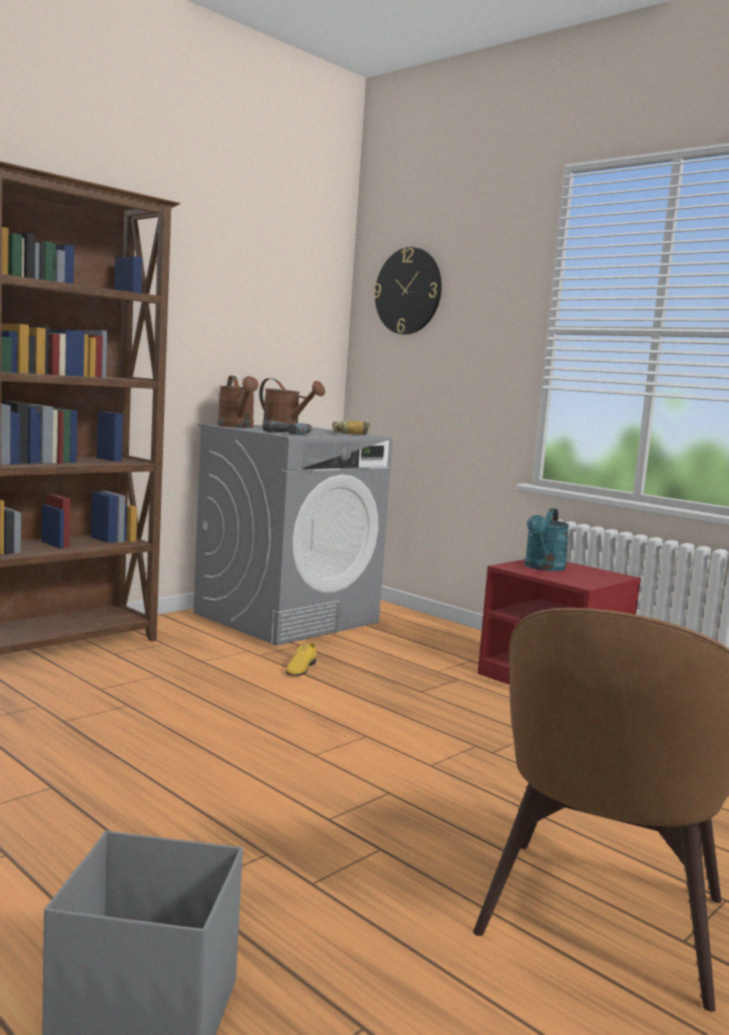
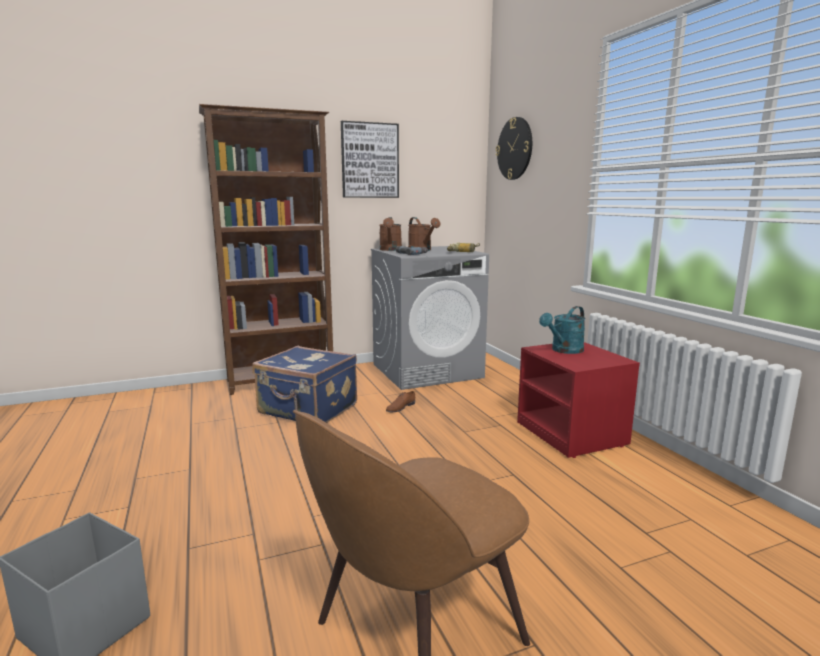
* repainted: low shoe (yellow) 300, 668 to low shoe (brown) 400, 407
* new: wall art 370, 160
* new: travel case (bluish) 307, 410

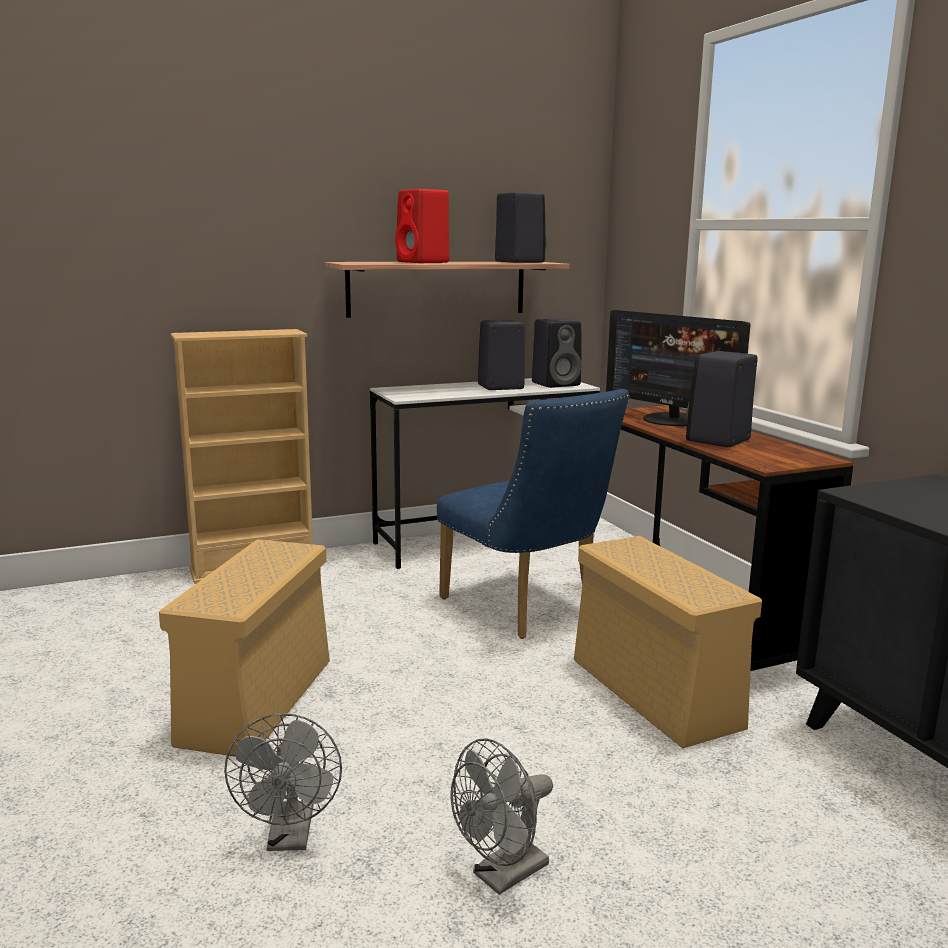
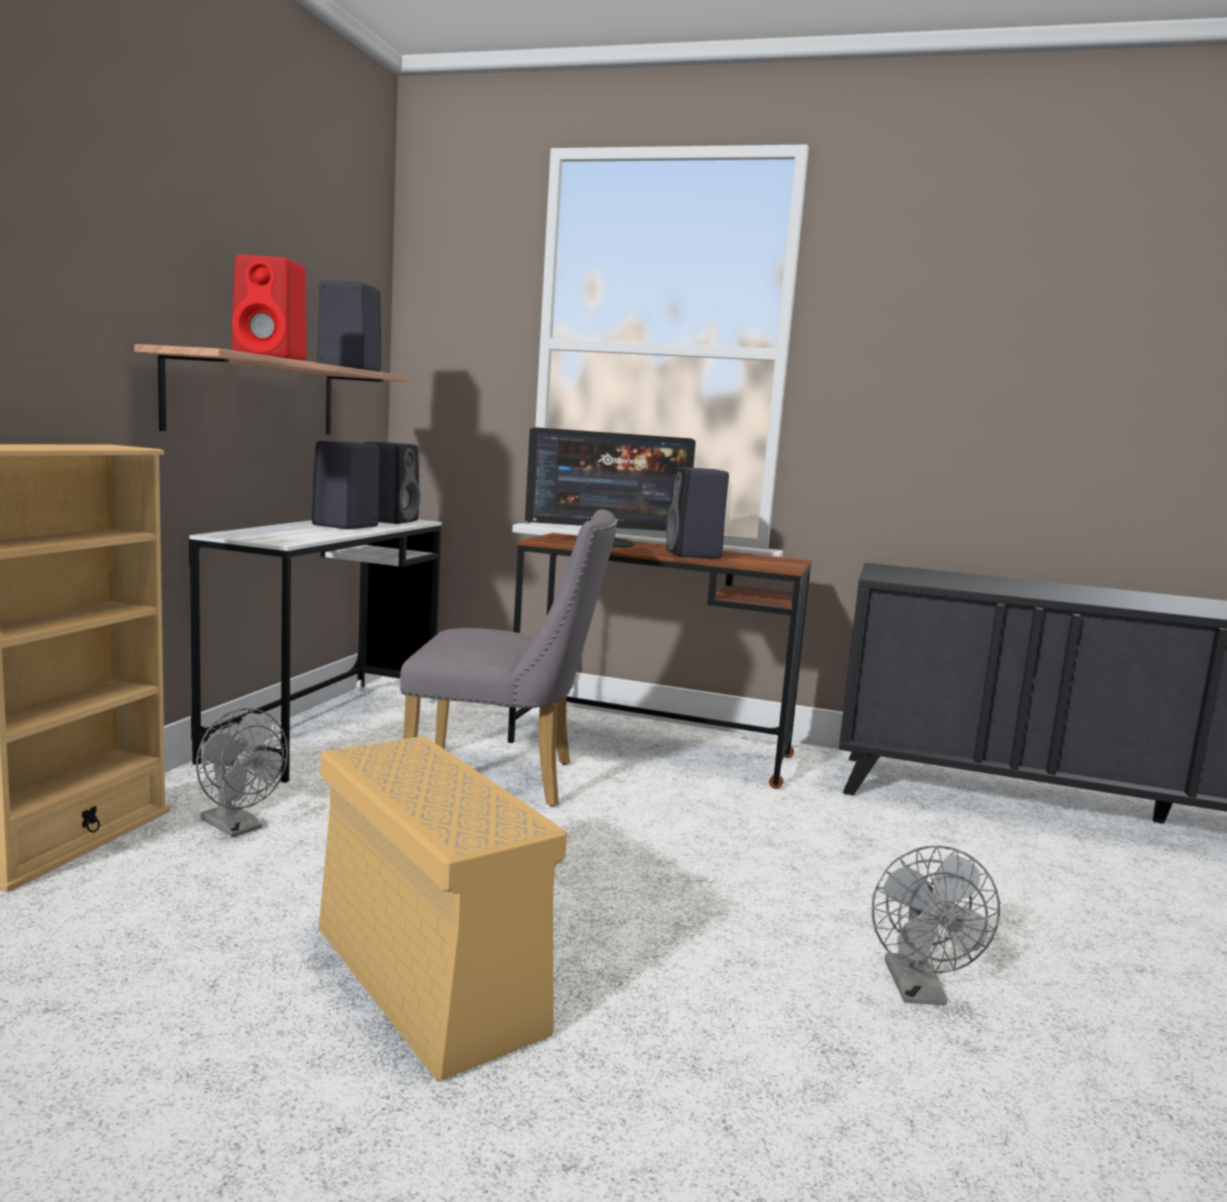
* repainted: plain chair (bluish) 527, 610 to plain chair (gray) 505, 780
* gone: storage box (sand-coloured) 656, 694
* shifted: cooling fan (gray) 290, 838 to 238, 827

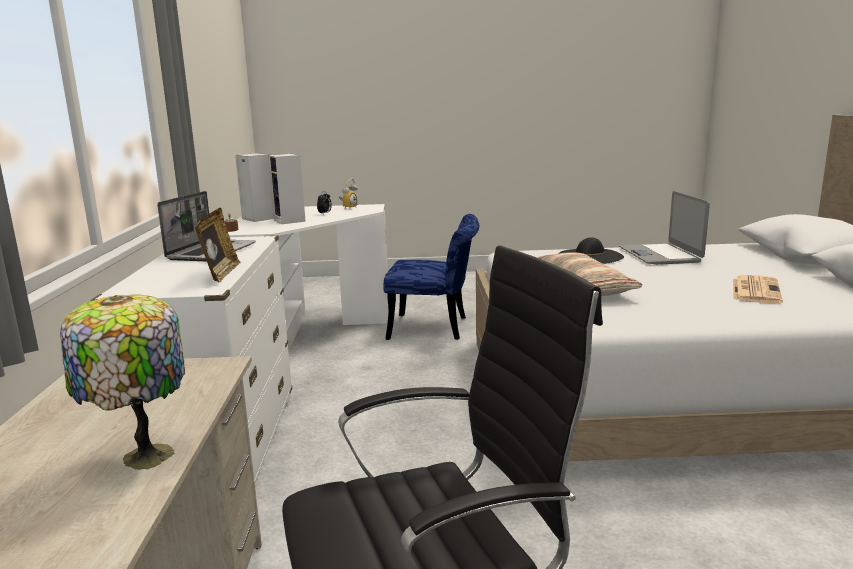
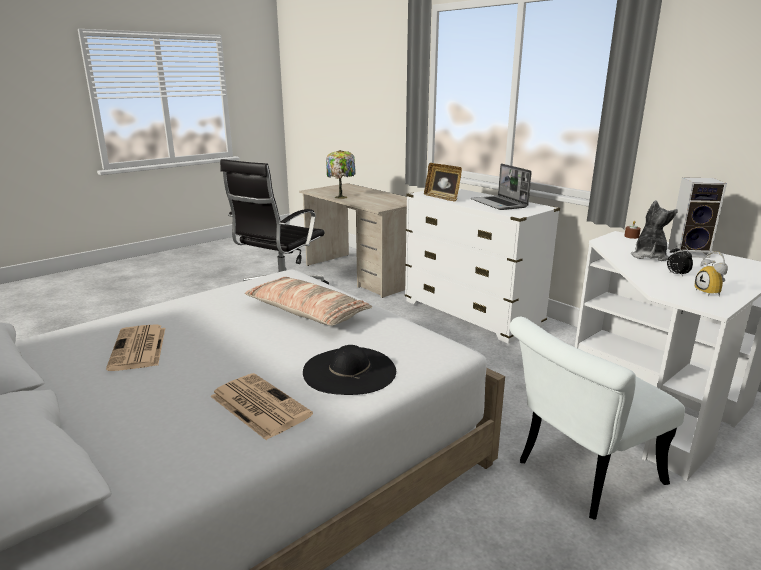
* swapped: audio speaker 290, 221 to soft toy 649, 256
* swapped: laptop 660, 255 to daily paper 258, 405
* repainted: plain chair (bluish) 436, 328 to plain chair (whitish) 579, 474

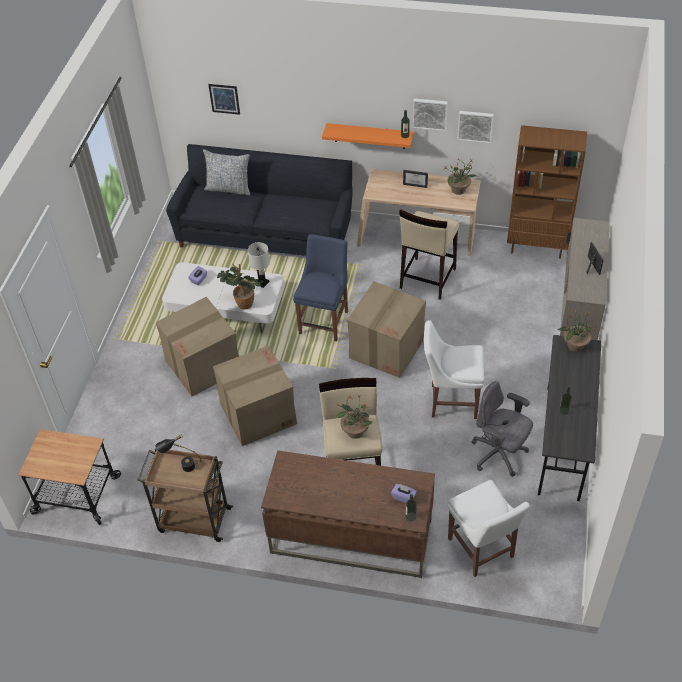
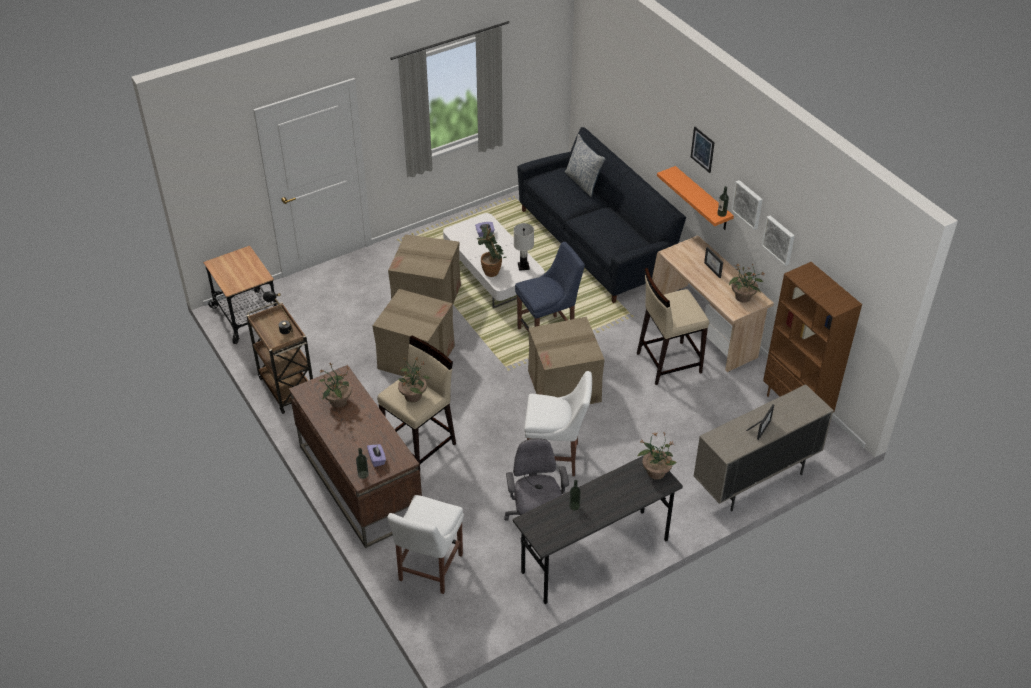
* shifted: wall art 224, 99 to 702, 149
* rotated: plain chair (whitish) 450, 401 = 556, 458 135 degrees clockwise
* new: houseplant 338, 401

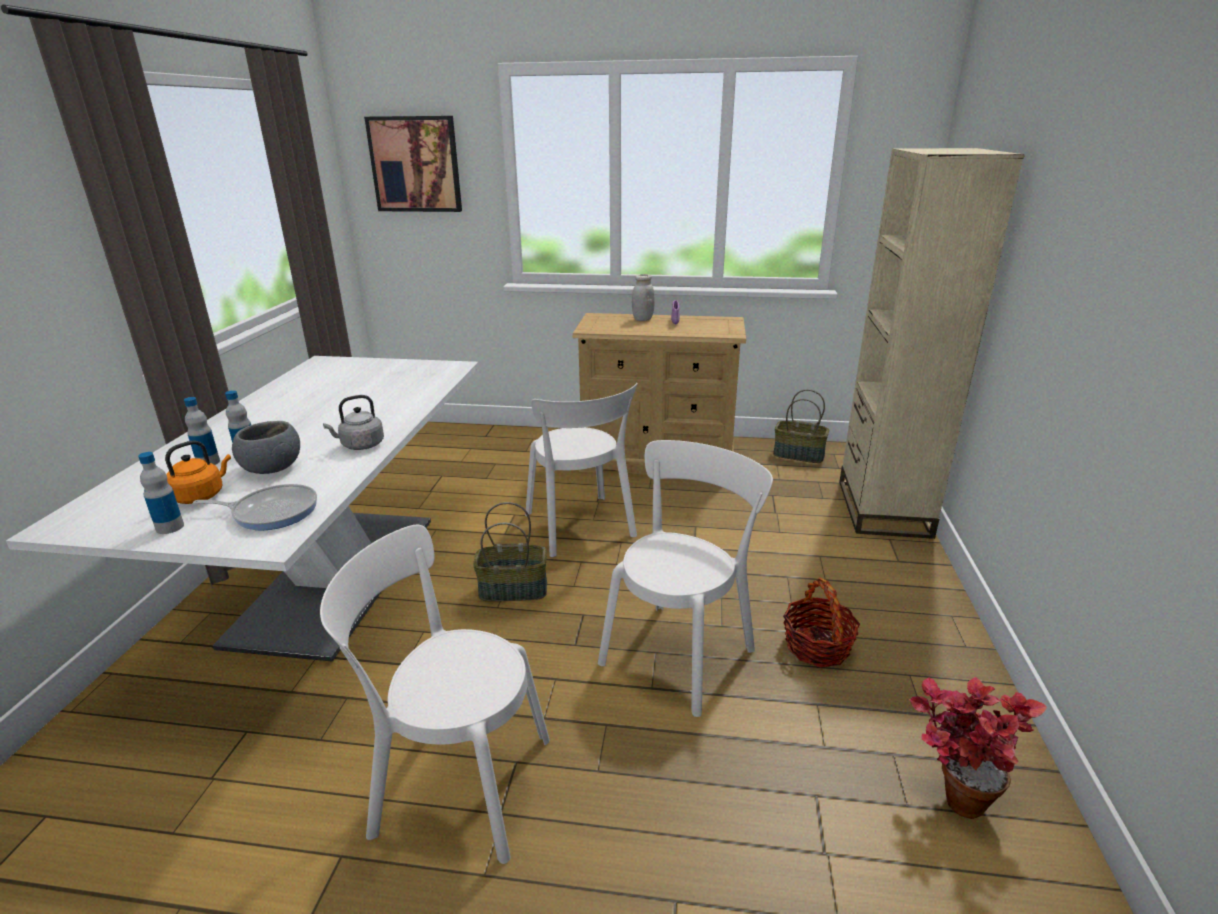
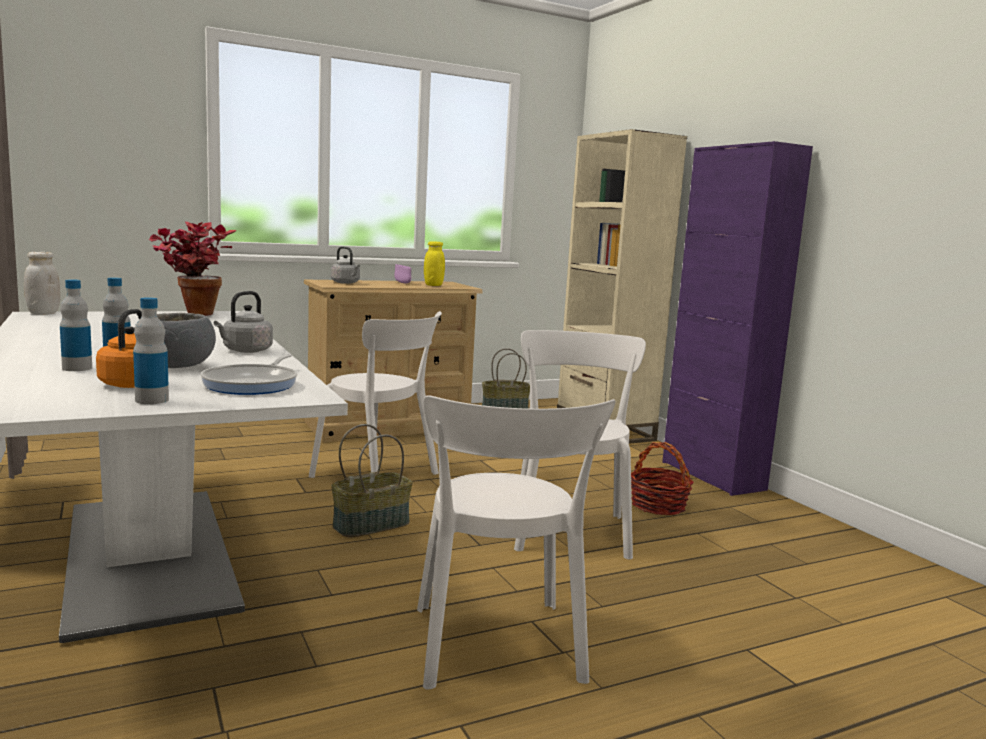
* gone: wall art 415, 164
* shifted: preserve jar (whitish) 642, 319 to 43, 313
* rotated: frying pan 271, 512 = 253, 384 135 degrees clockwise
* rotated: plain chair (whitish) 455, 782 = 497, 648 75 degrees counterclockwise
* shifted: houseplant 950, 793 to 192, 313
* new: storage cabinet (purple-coloured) 712, 476
* new: preserve jar (yellow) 433, 285
* new: kettle (gray) 346, 283

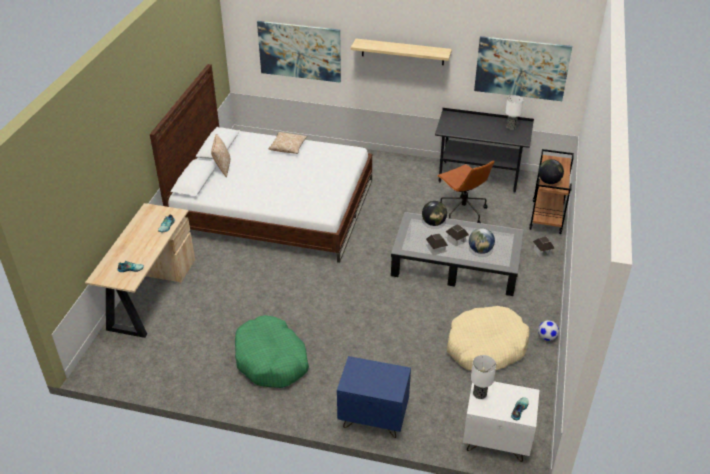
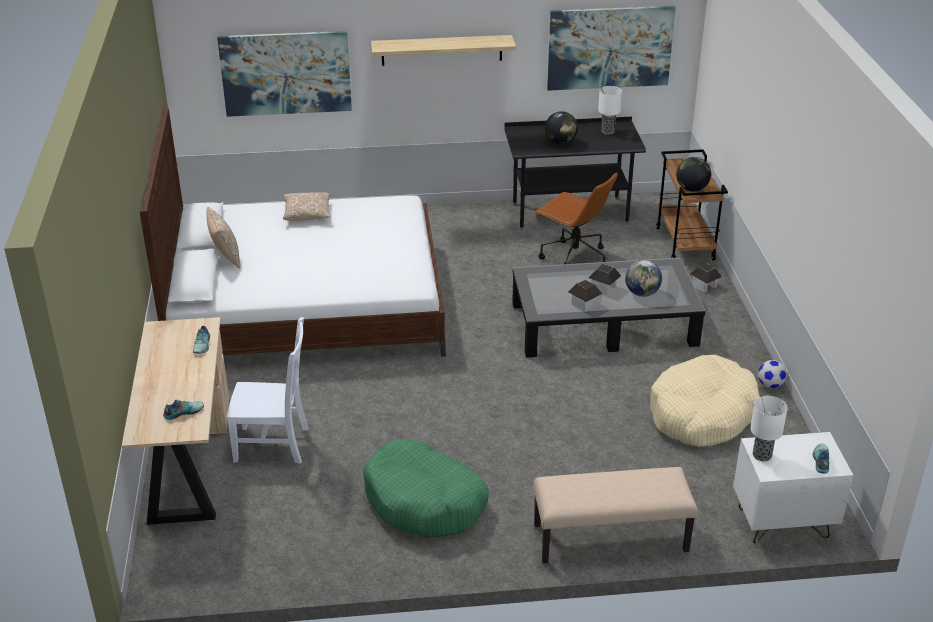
* shifted: globe 433, 223 to 560, 142
* swapped: bedside table (bluish) 373, 419 to long seat (sand-coloured) 610, 539
* new: plain chair (whitish) 274, 445

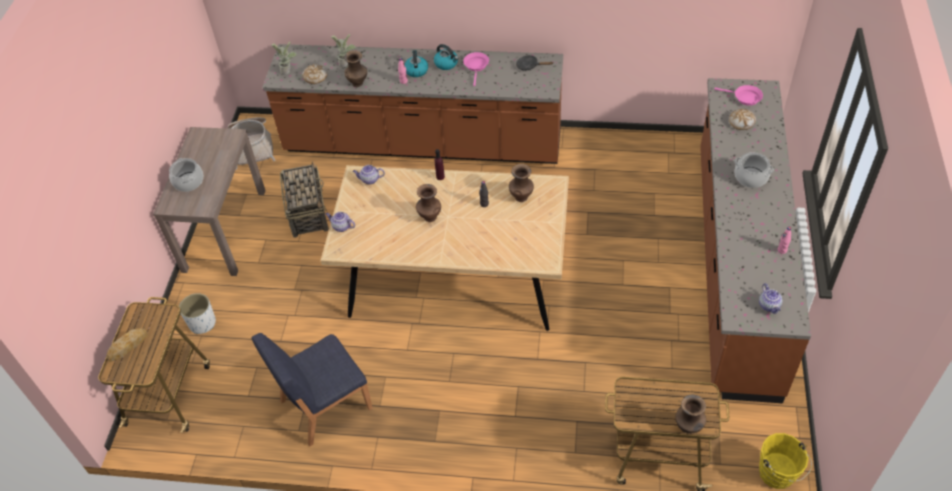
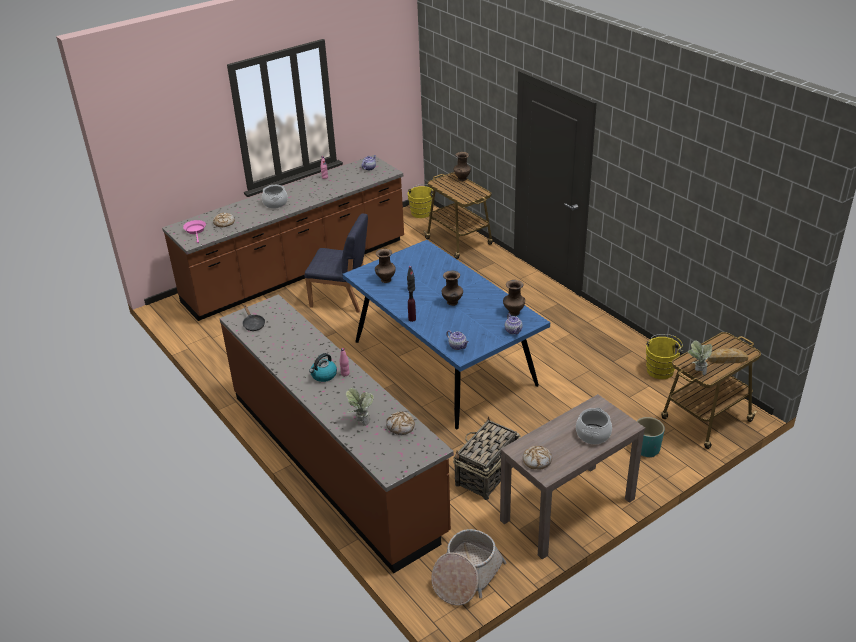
* shifted: houseplant 288, 71 to 697, 371
* gone: kettle 446, 64
* shifted: decorative vase (brown) 358, 83 to 513, 312
* gone: frying pan (pink-coloured) 476, 66
* repainted: dining table (sand-coloured) 453, 277 to dining table (bluish) 444, 363
* repainted: flower pot (whitish) 202, 323 to flower pot (turquoise-coloured) 646, 449
* shifted: plain chair (bluish) 324, 404 to 341, 297
* new: water bucket (yellow) 661, 369
* new: baked bread 537, 460

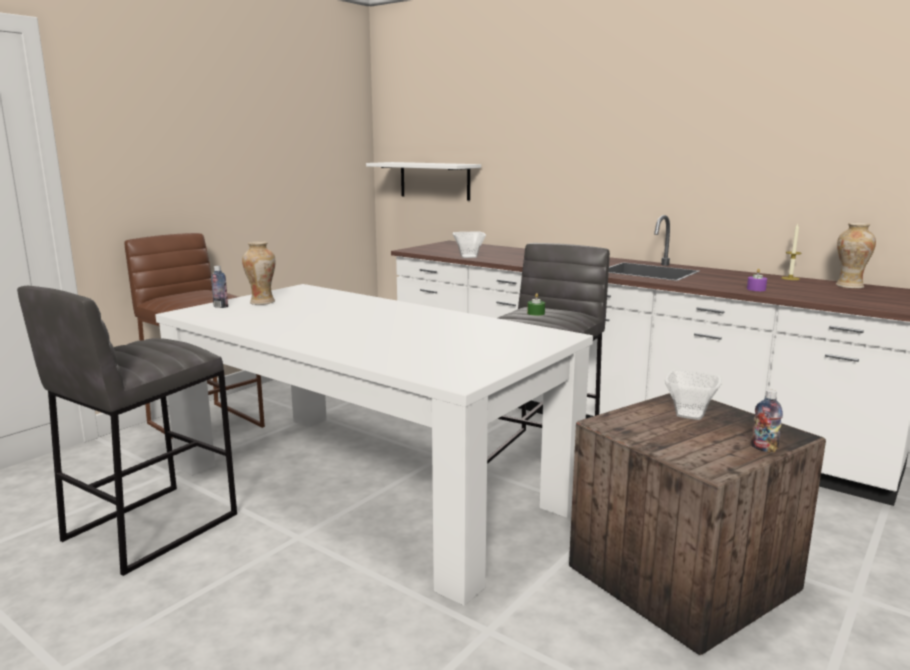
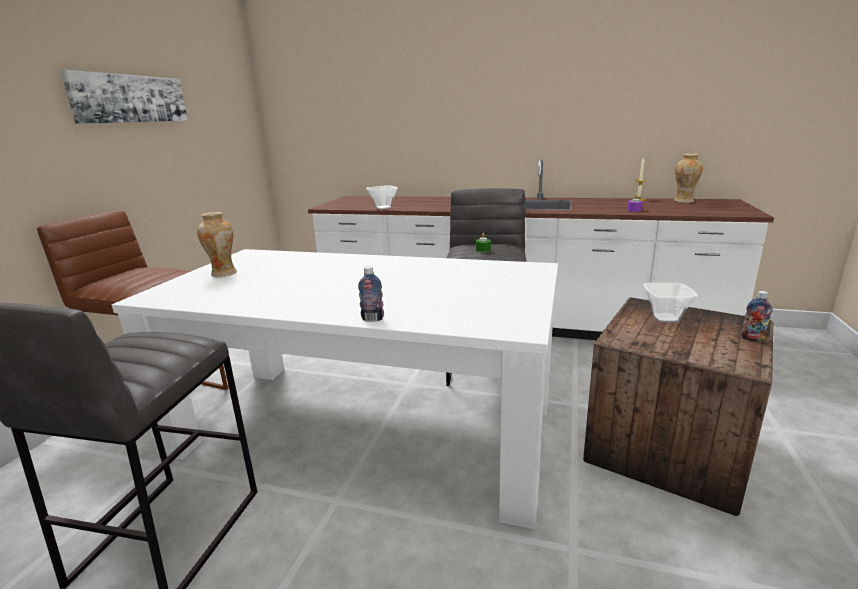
* gone: shelf (whitish) 434, 180
* shifted: beverage bottle 221, 306 to 372, 319
* new: wall art 130, 99

